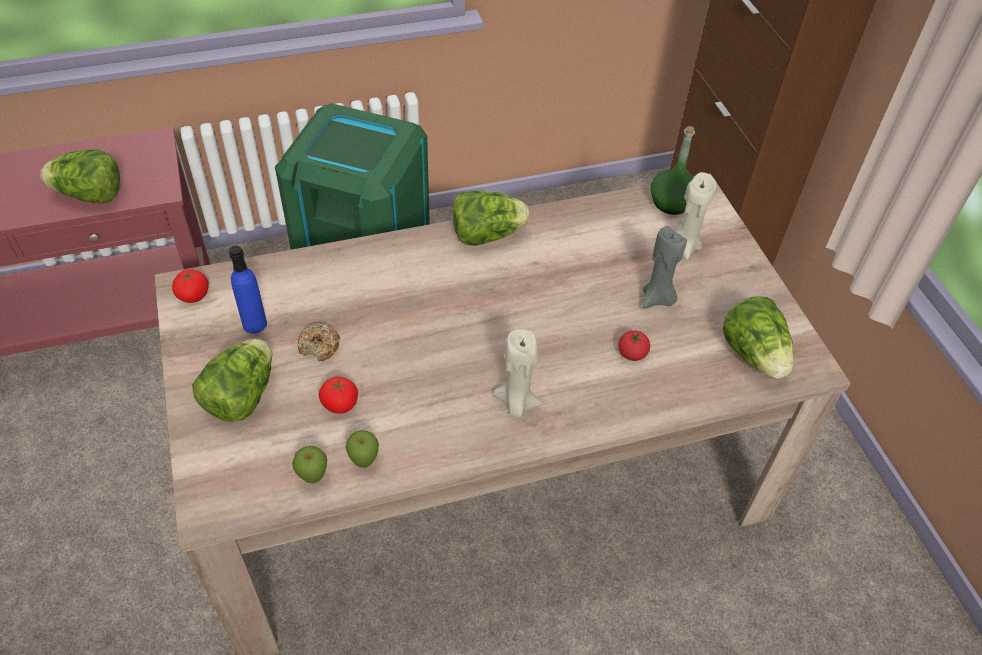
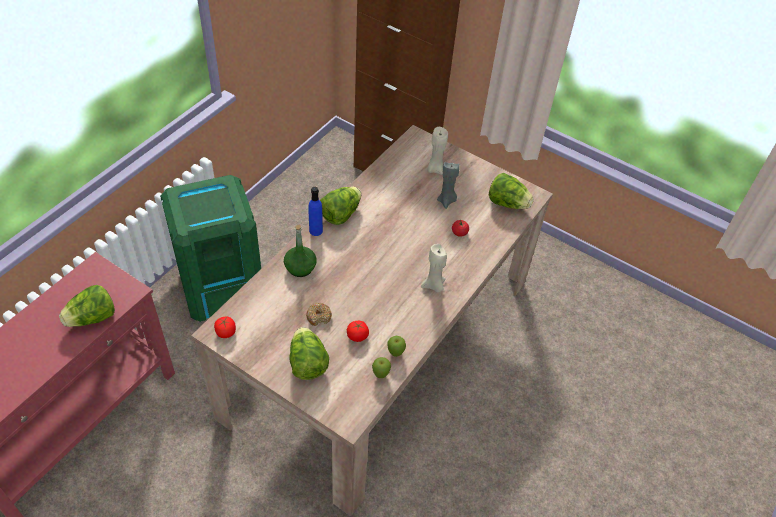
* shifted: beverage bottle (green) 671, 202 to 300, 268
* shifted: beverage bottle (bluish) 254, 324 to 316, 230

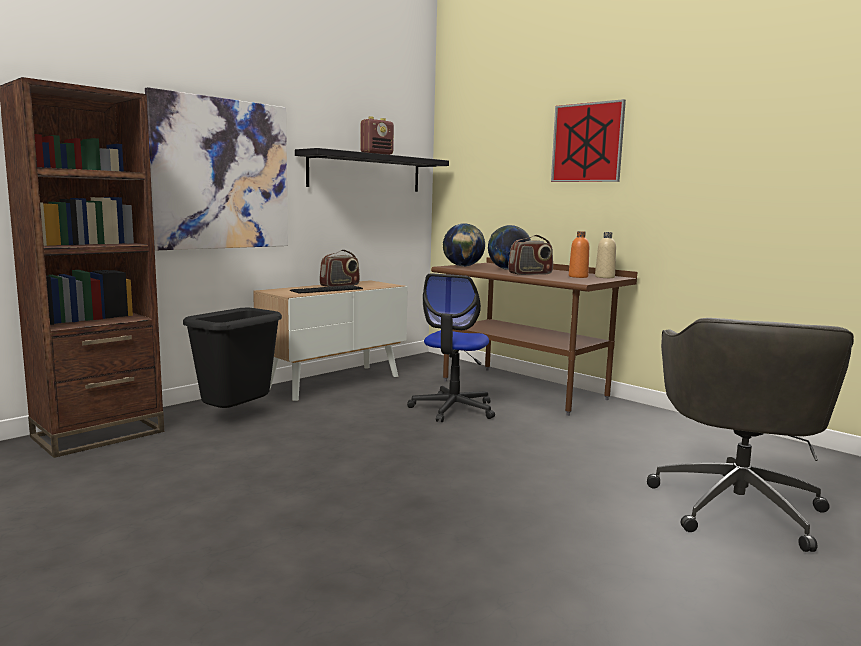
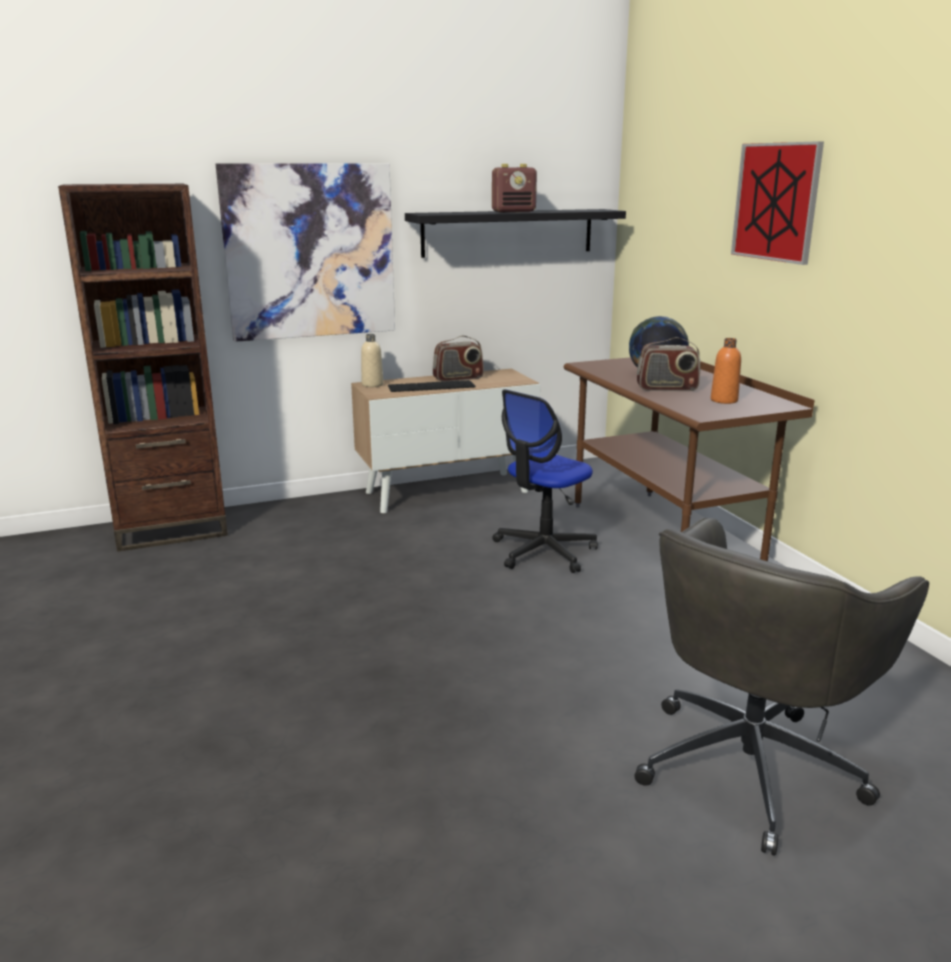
* gone: globe 463, 266
* shifted: beverage bottle (sand-coloured) 604, 277 to 372, 384
* gone: waste bin (blackish) 237, 416

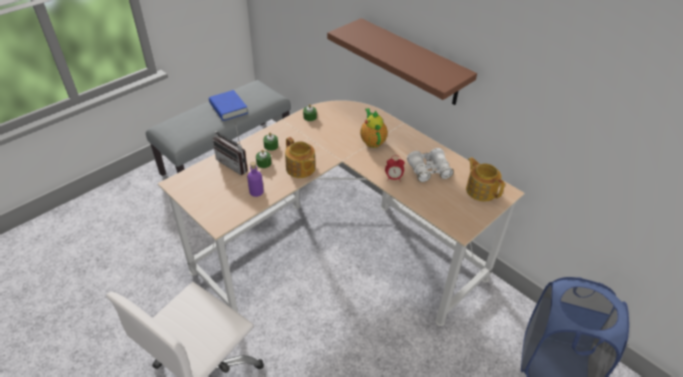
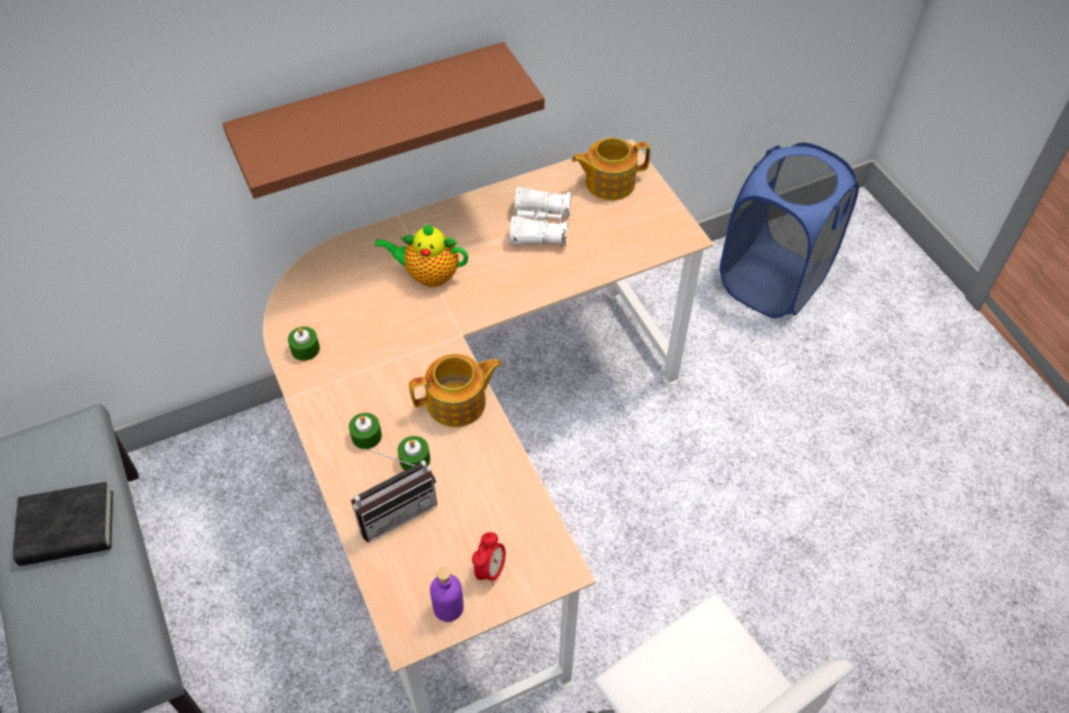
* repainted: book (bluish) 228, 108 to book (blackish) 68, 529
* shifted: alarm clock 393, 178 to 490, 570
* shifted: beverage bottle (purple-coloured) 256, 191 to 448, 607

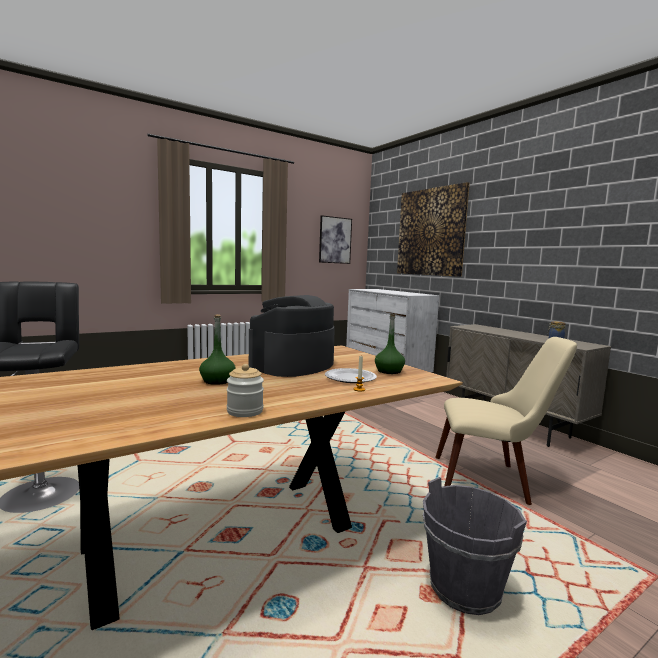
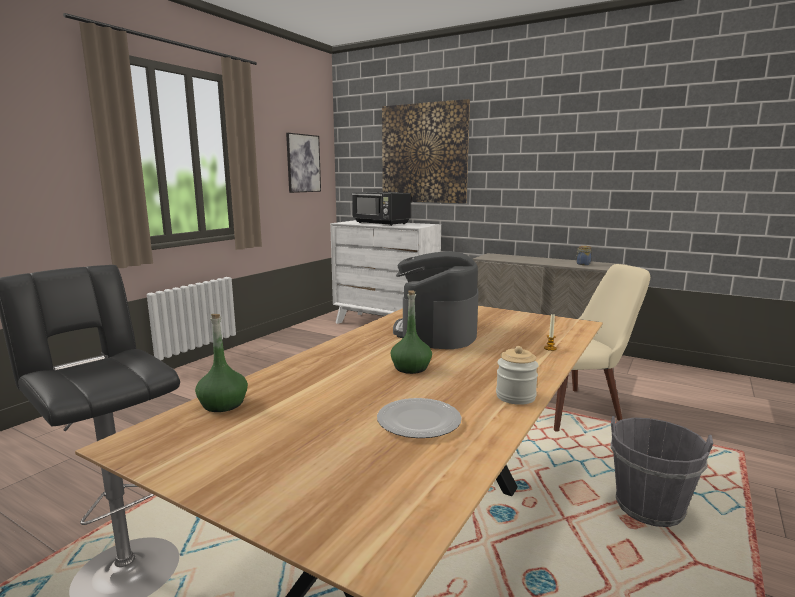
* shifted: beverage bottle (green) 389, 371 to 223, 404
* shifted: flat dish 350, 378 to 420, 421
* new: microwave (blackish) 381, 223

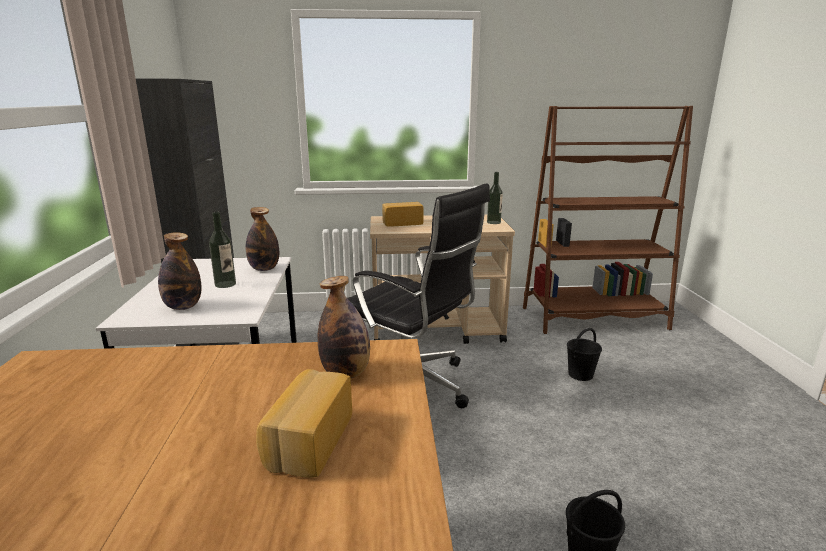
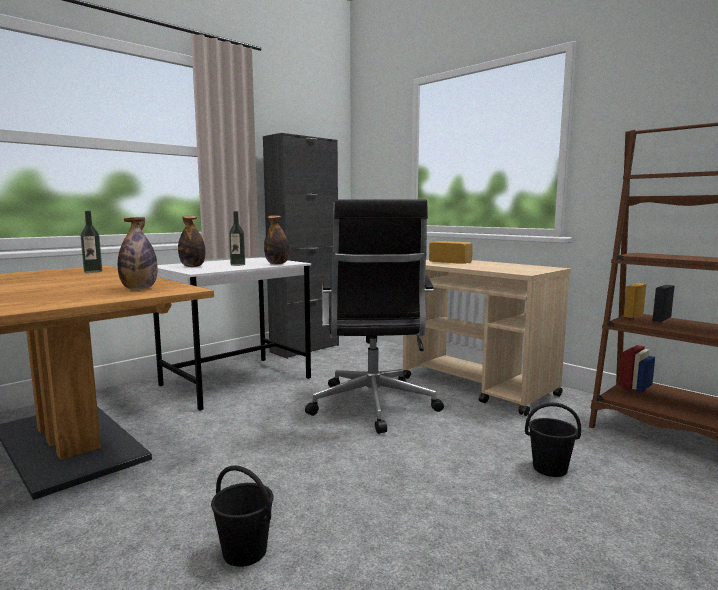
* shifted: beverage bottle 493, 222 to 93, 271
* gone: baked bread 307, 441

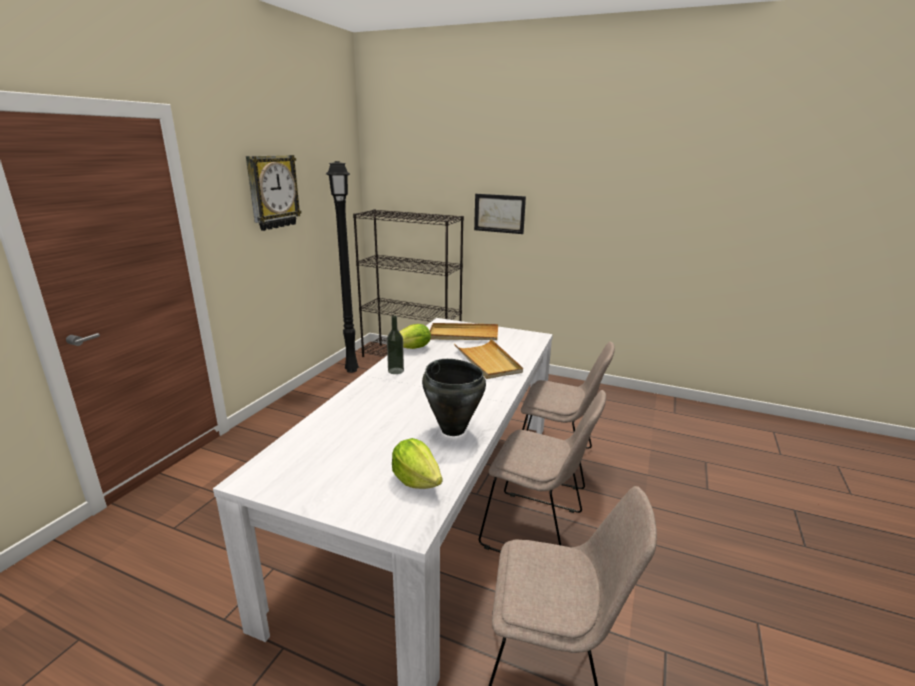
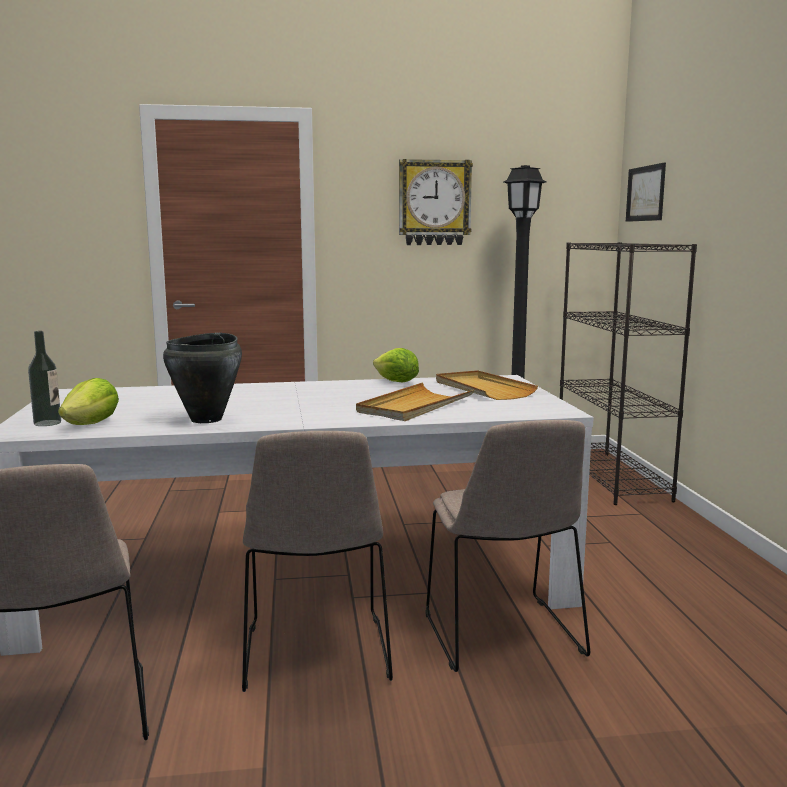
* shifted: wall art 499, 213 to 645, 193
* shifted: beverage bottle 396, 371 to 47, 423

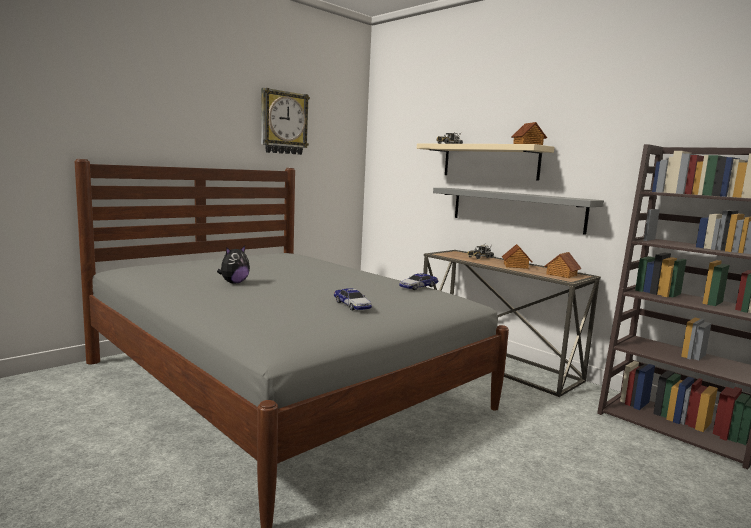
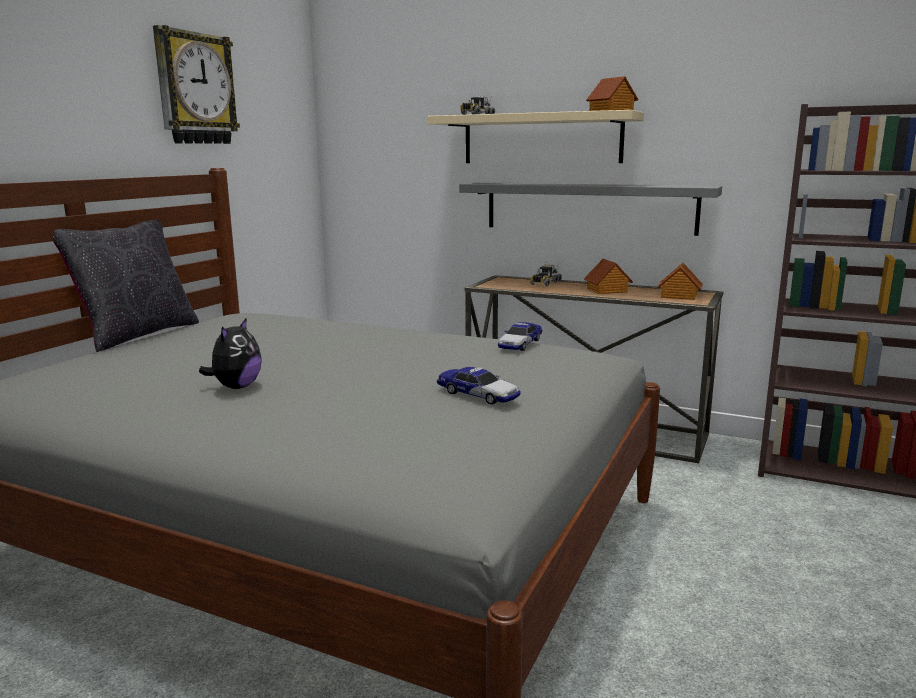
* new: cushion (blackish) 137, 334

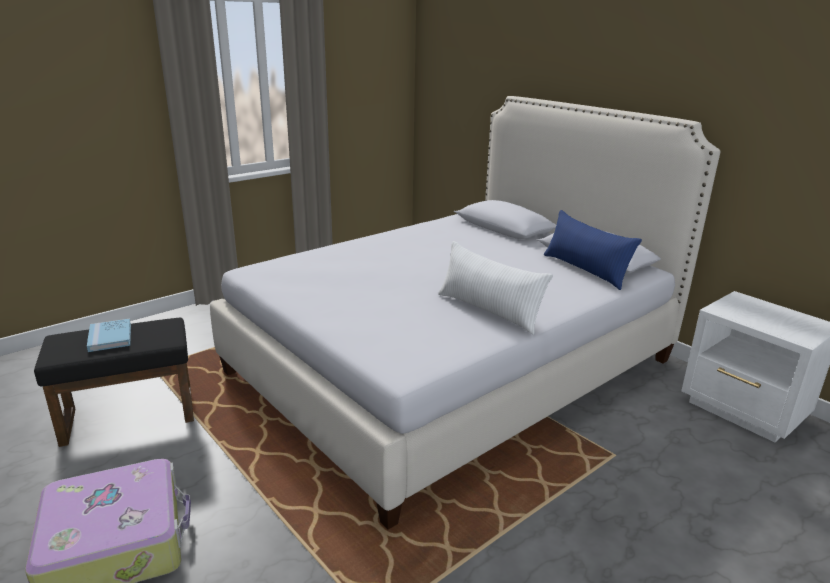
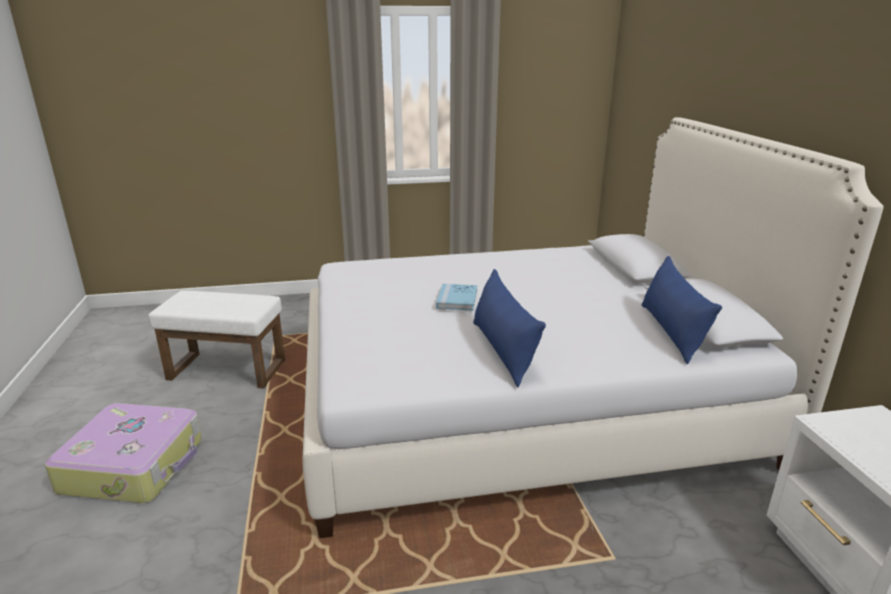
* repainted: cushion (whitish) 488, 311 to cushion (bluish) 503, 351
* repainted: ottoman (blackish) 131, 414 to ottoman (whitish) 228, 370
* shifted: book (bluish) 110, 337 to 457, 299

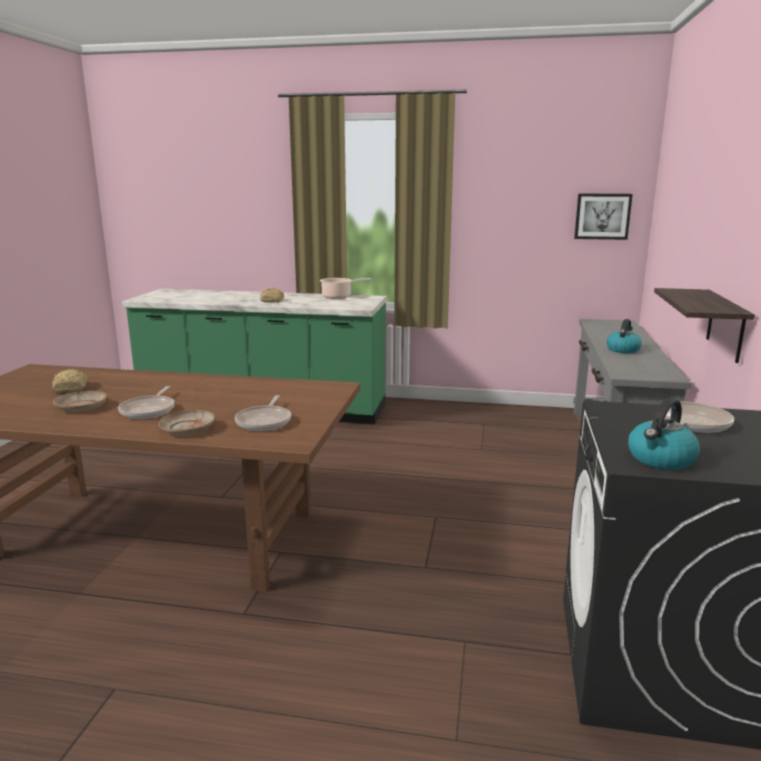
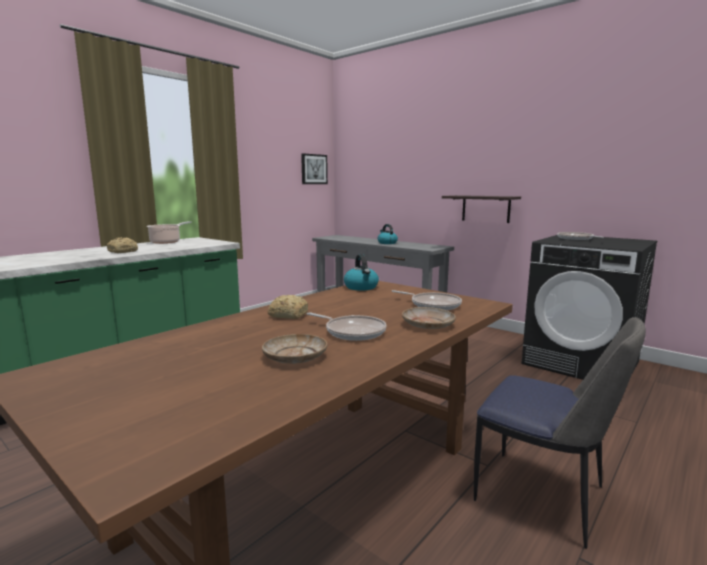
* shifted: baked bread 71, 388 to 287, 315
* shifted: kettle 661, 459 to 361, 287
* new: plain chair 543, 496

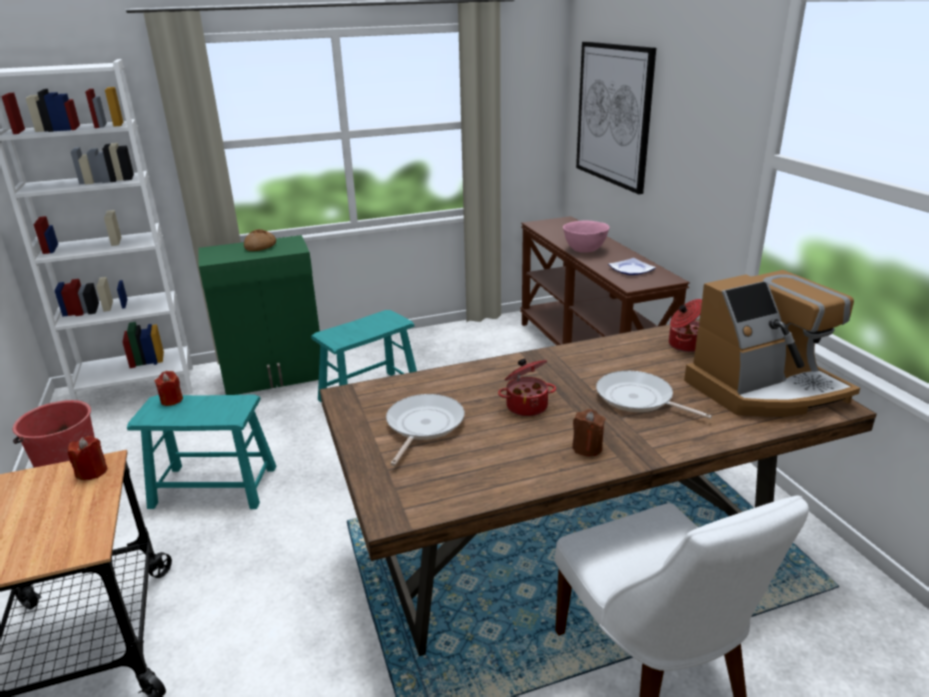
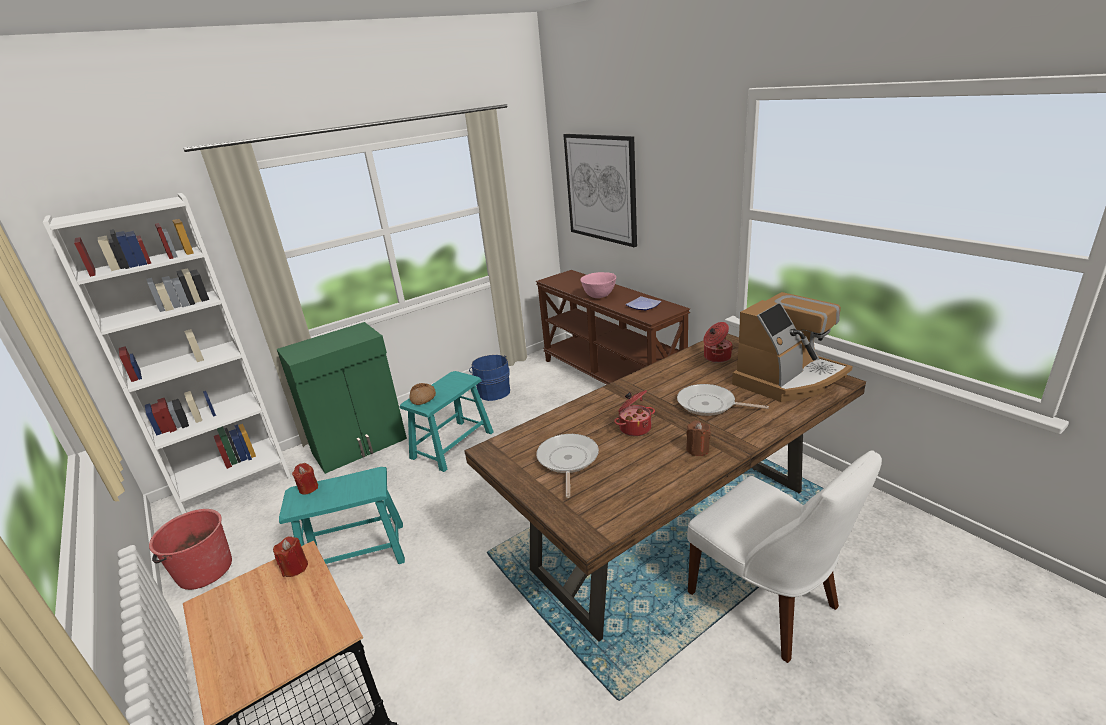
* shifted: baked bread 260, 247 to 423, 398
* new: water bucket (bluish) 493, 391

